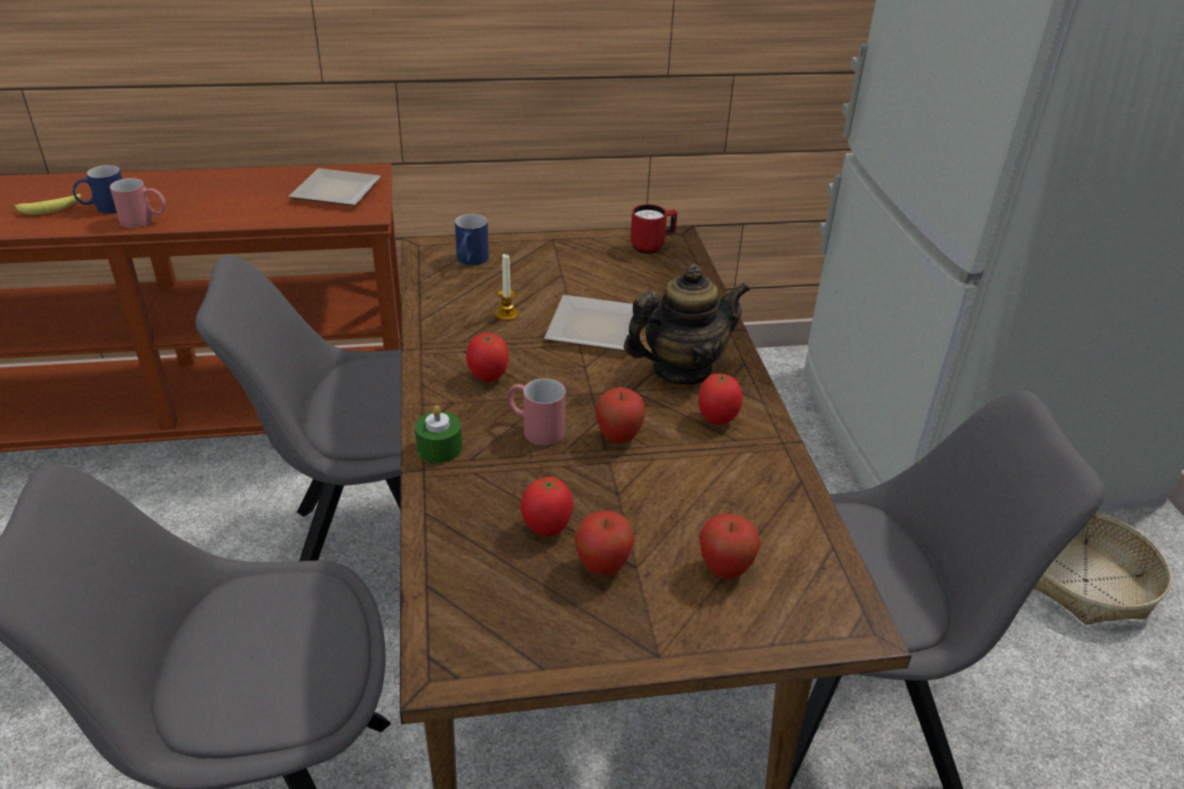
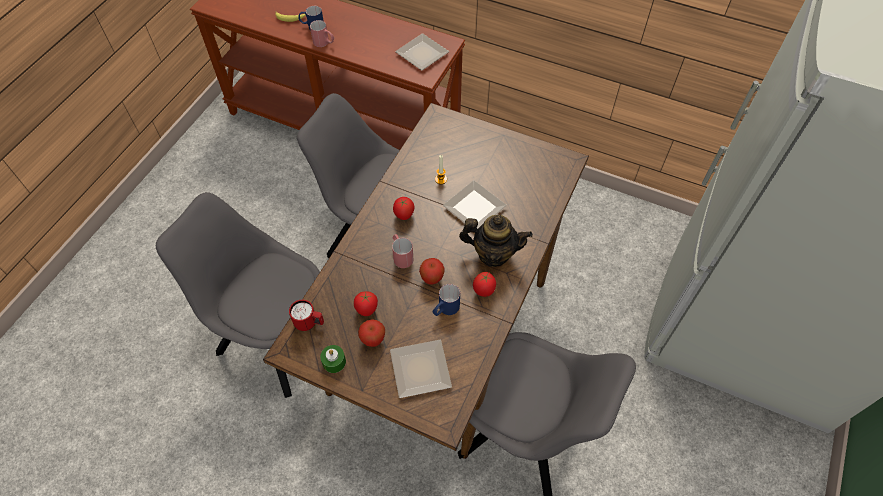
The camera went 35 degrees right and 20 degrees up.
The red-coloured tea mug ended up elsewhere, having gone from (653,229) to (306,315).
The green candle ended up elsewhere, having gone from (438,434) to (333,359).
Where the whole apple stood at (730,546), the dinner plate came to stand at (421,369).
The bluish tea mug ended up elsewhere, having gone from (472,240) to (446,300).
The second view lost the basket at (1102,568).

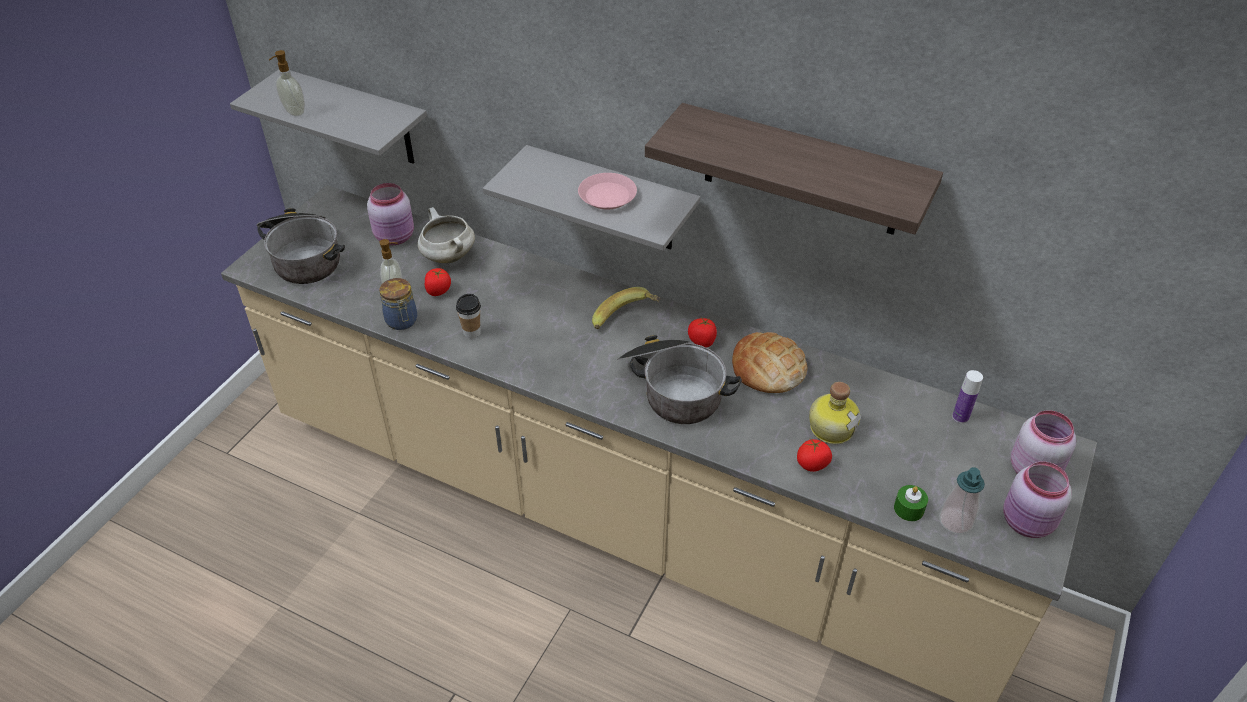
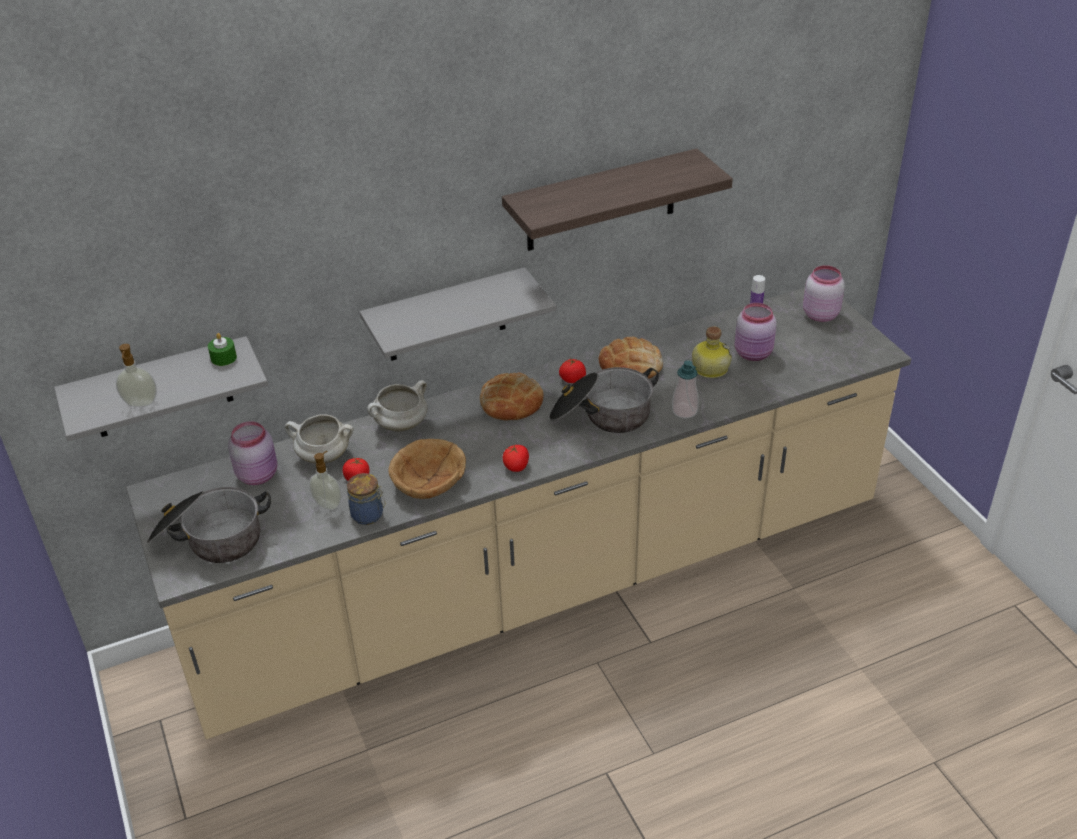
The camera went 50 degrees left and 5 degrees down.
The green candle ended up elsewhere, having gone from (911,503) to (222,349).
The second view gained the white stockpot at (397,405).
Where the cup stood at (468,316), the brown bowl came to stand at (427,469).
Where the banana stood at (626,308), the baked bread came to stand at (512,397).
The whole tomato ended up elsewhere, having gone from (814,455) to (516,458).
The soap bottle ended up elsewhere, having gone from (962,500) to (685,389).
The pink-coloured preserve jar ended up elsewhere, having gone from (1037,499) to (756,332).
The second view lost the pink-coloured dinner plate at (607,191).

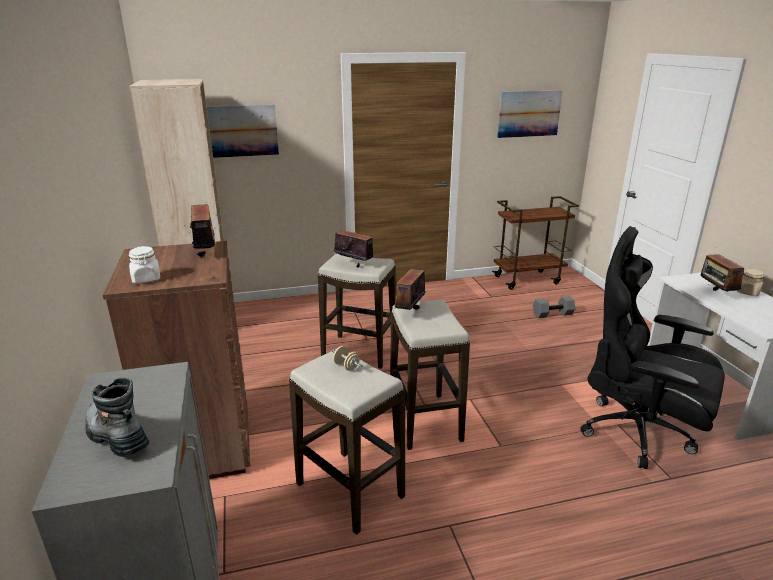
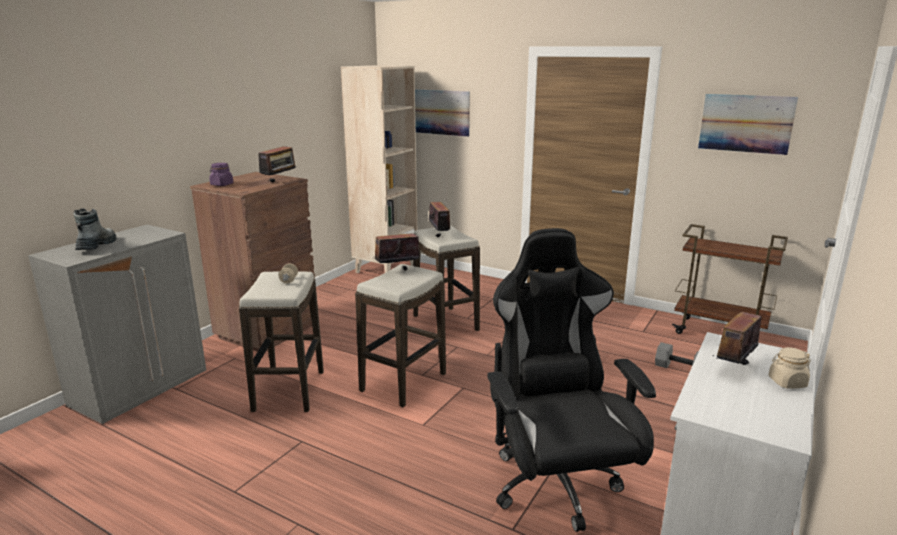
The camera went 45 degrees right and 5 degrees down.
What was the white preserve jar at (144,264) turned into the purplish preserve jar at (221,174).

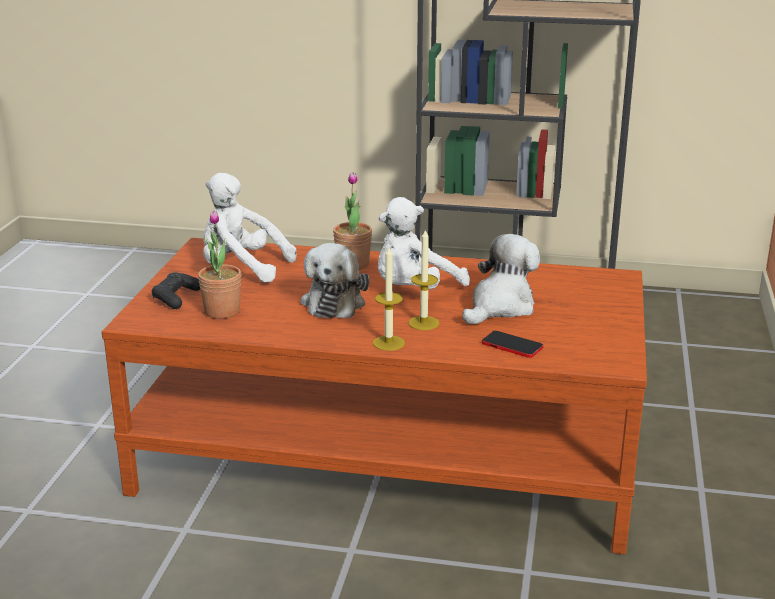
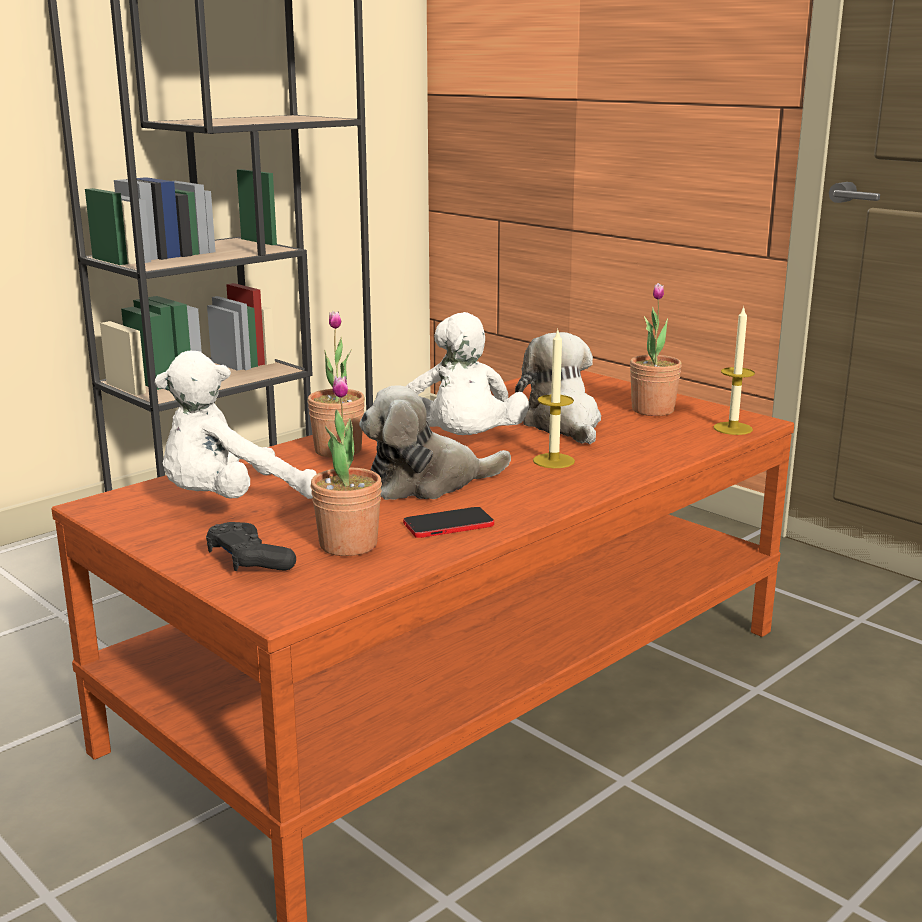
The camera went 55 degrees left and 5 degrees down.
The plush toy at (335,280) ended up facing another way, 120 degrees clockwise from before.
The telephone ended up elsewhere, having gone from (512,344) to (448,522).
The second view gained the plant in a pot at (656,349).
The candle ended up elsewhere, having gone from (389,299) to (734,370).

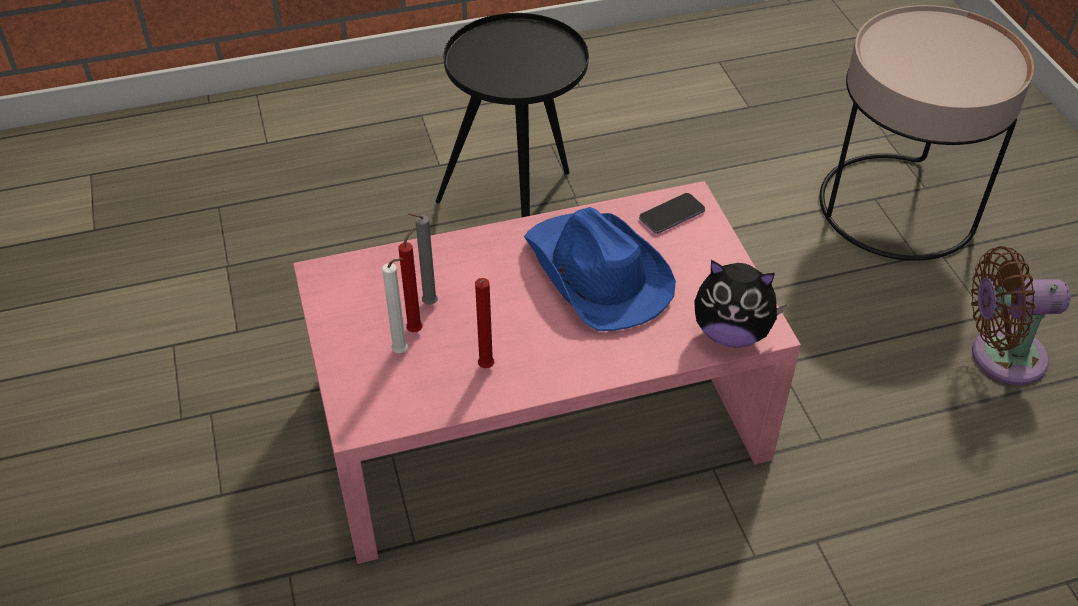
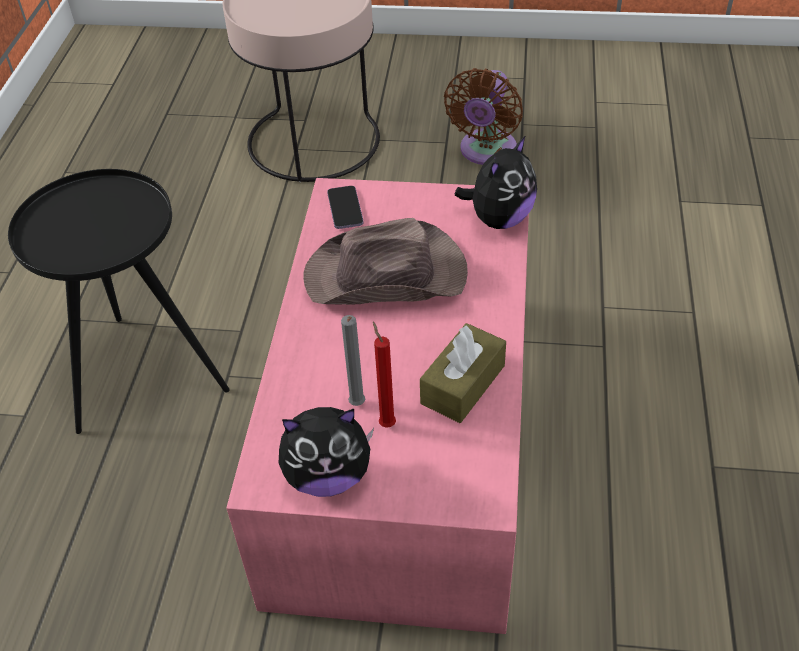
The camera went 65 degrees left and 0 degrees up.
The second view gained the plush toy at (326,452).
What was the bluish clothing hat at (600,269) turned into the brown clothing hat at (385,261).
Where the red-coloured candle stood at (484,323), the brown tissue holder came to stand at (463,373).
The second view lost the white candle at (395,305).

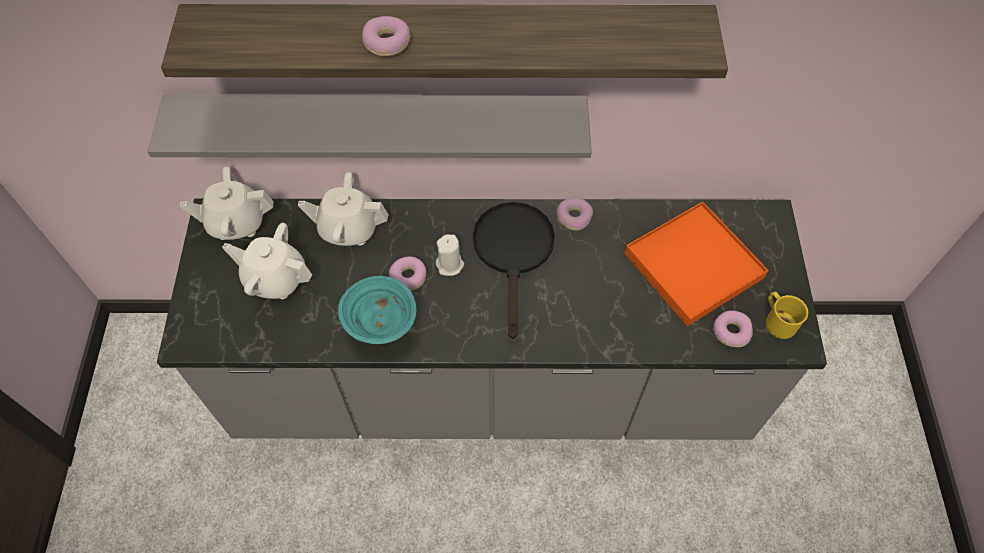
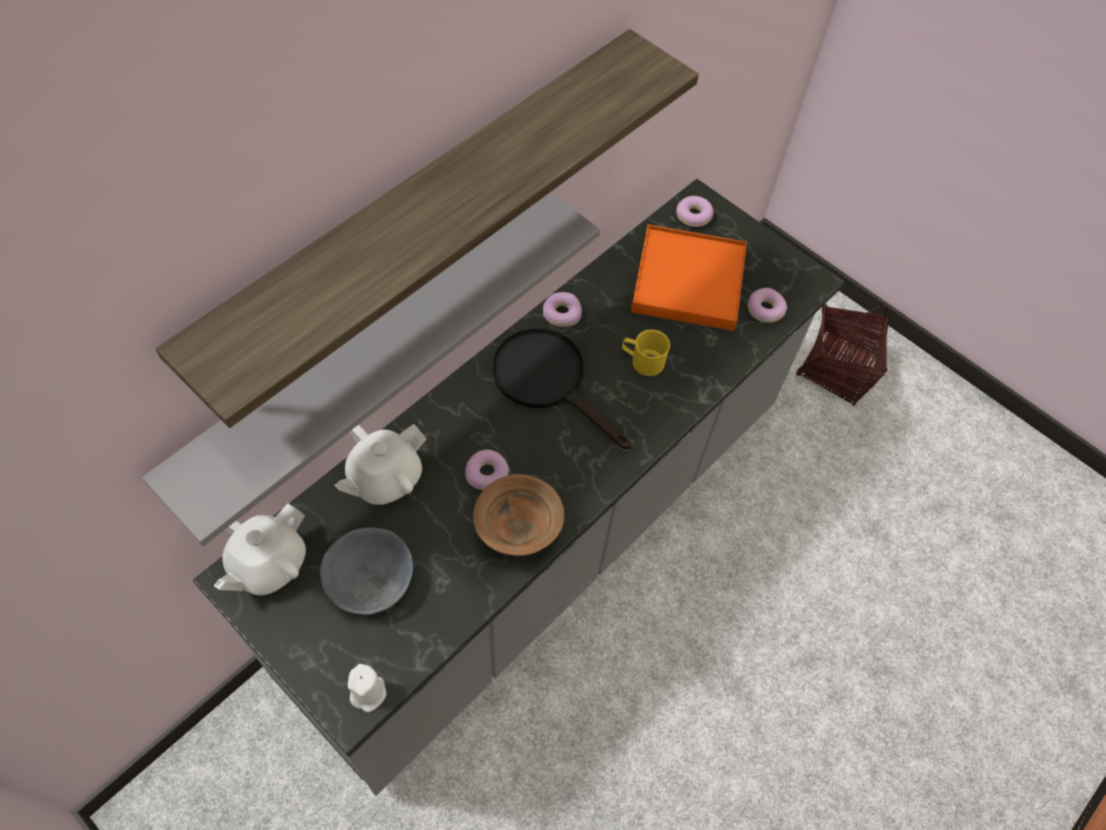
The camera went 50 degrees left and 0 degrees up.
Where the white tea pot stood at (267,261), the gray bowl came to stand at (366,571).
The white candle ended up elsewhere, having gone from (450,255) to (367,688).
What was the turquoise-coloured bowl at (377,310) turned into the brown bowl at (518,515).
The yellowish tea mug ended up elsewhere, having gone from (787,315) to (646,353).
The ring doughnut ended up elsewhere, having gone from (386,36) to (694,211).
The second view gained the basket at (842,355).

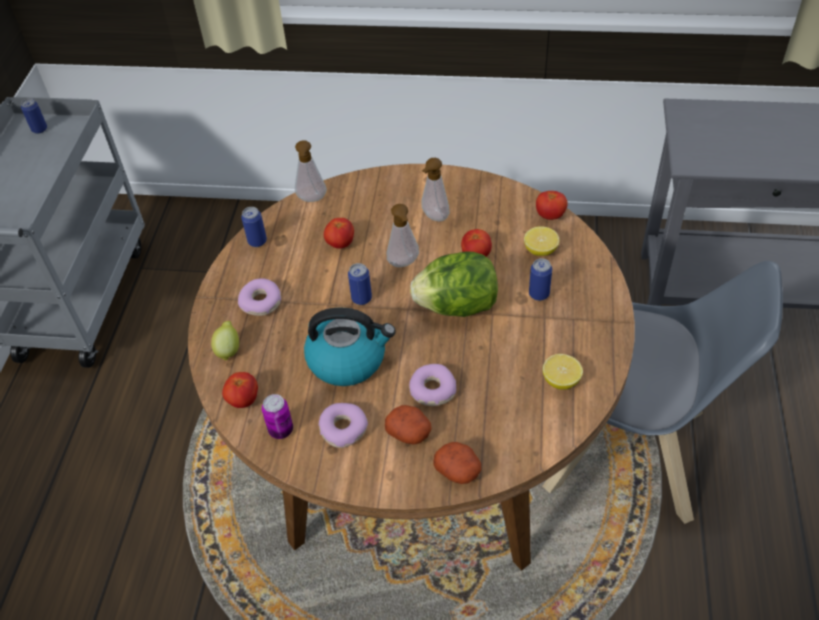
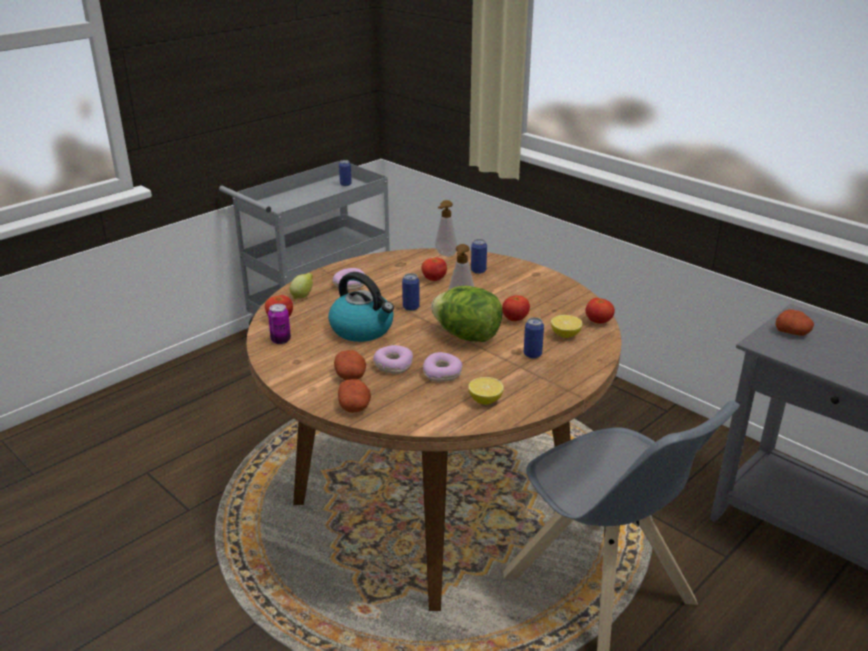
The camera went 35 degrees right and 20 degrees down.
The ring doughnut ended up elsewhere, having gone from (343,425) to (442,367).
The metal can ended up elsewhere, having gone from (254,227) to (479,256).
The second view gained the potato at (794,322).
The second view lost the soap bottle at (435,189).

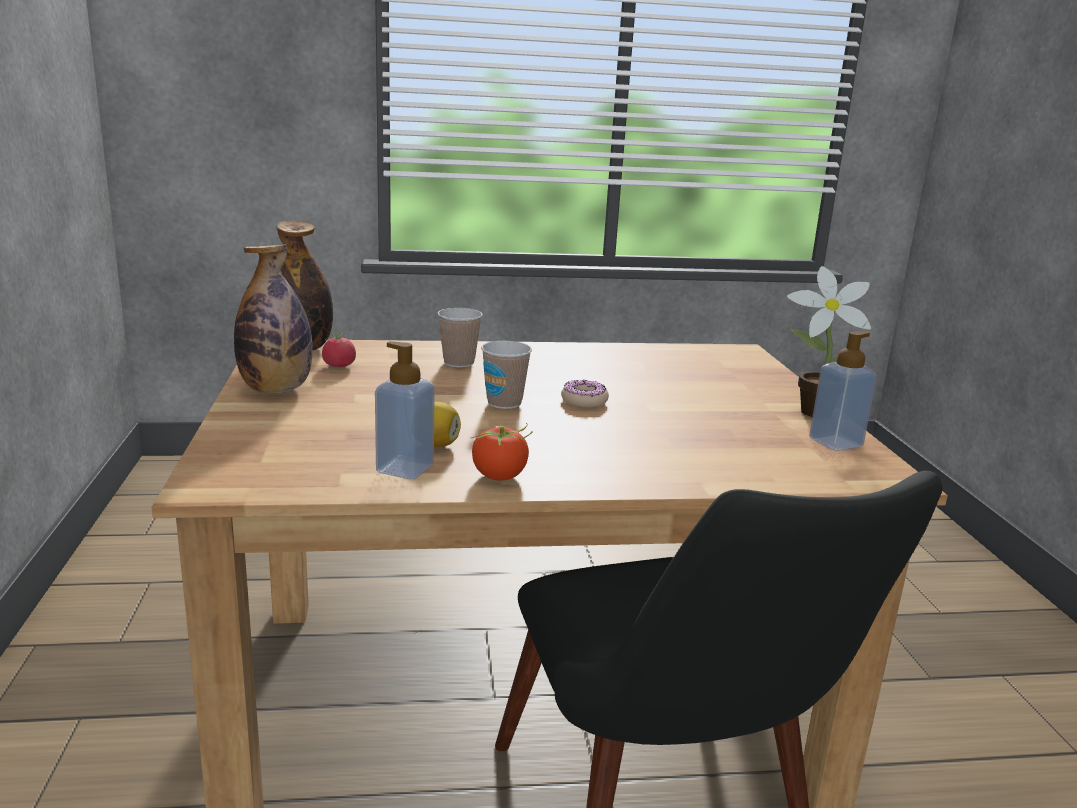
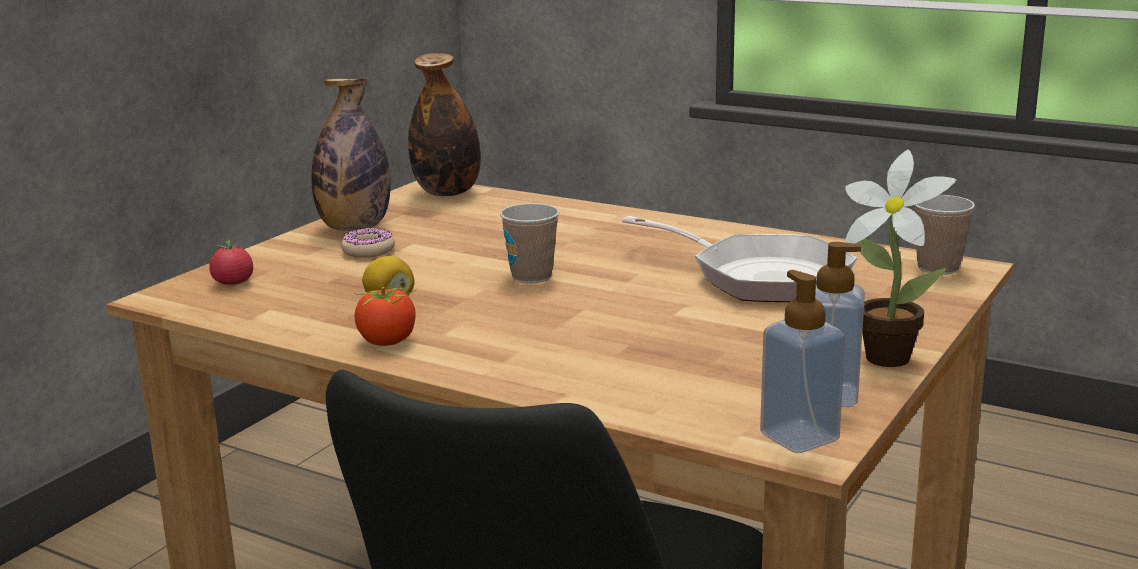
The camera went 40 degrees right and 0 degrees up.
The whole tomato ended up elsewhere, having gone from (339,349) to (231,261).
The ring doughnut ended up elsewhere, having gone from (585,393) to (368,243).
The second view gained the pan at (739,259).
The soap bottle ended up elsewhere, having gone from (405,410) to (803,361).
The cup ended up elsewhere, having gone from (460,337) to (944,235).

